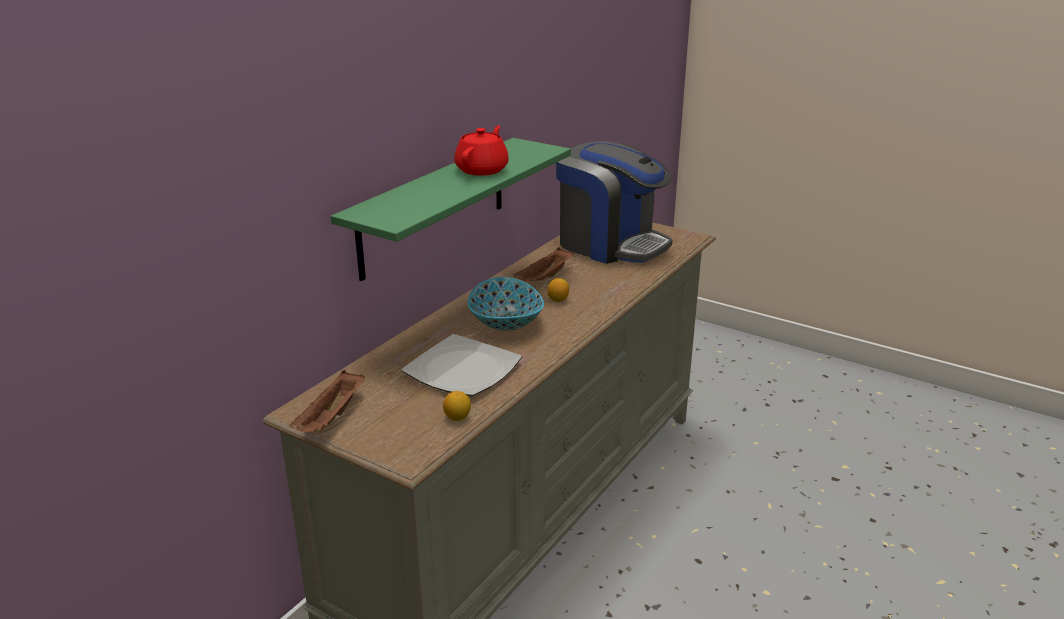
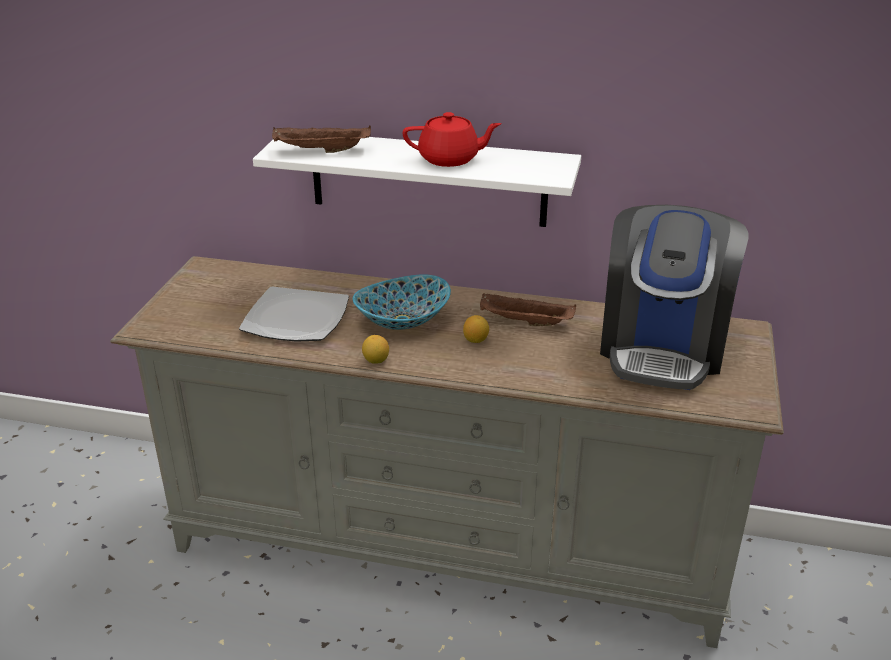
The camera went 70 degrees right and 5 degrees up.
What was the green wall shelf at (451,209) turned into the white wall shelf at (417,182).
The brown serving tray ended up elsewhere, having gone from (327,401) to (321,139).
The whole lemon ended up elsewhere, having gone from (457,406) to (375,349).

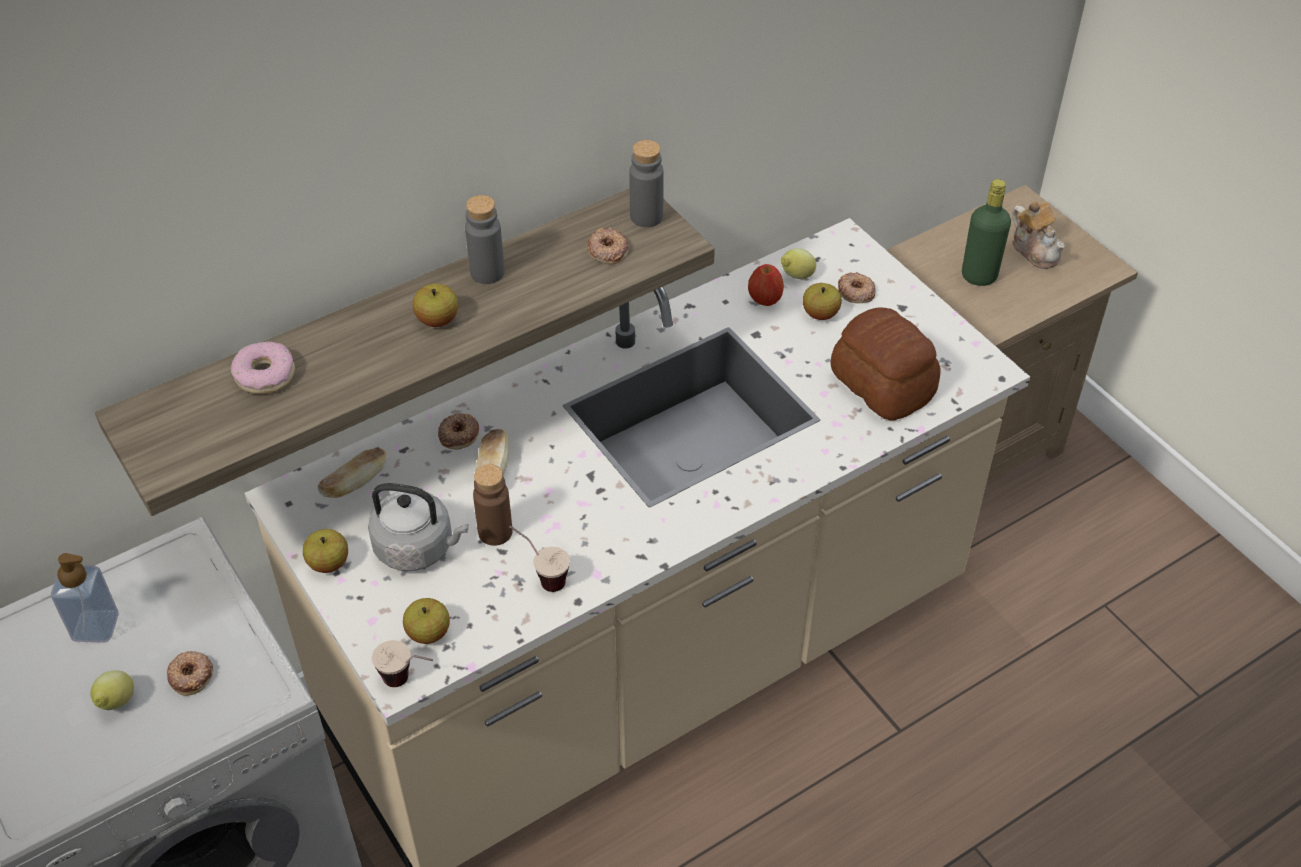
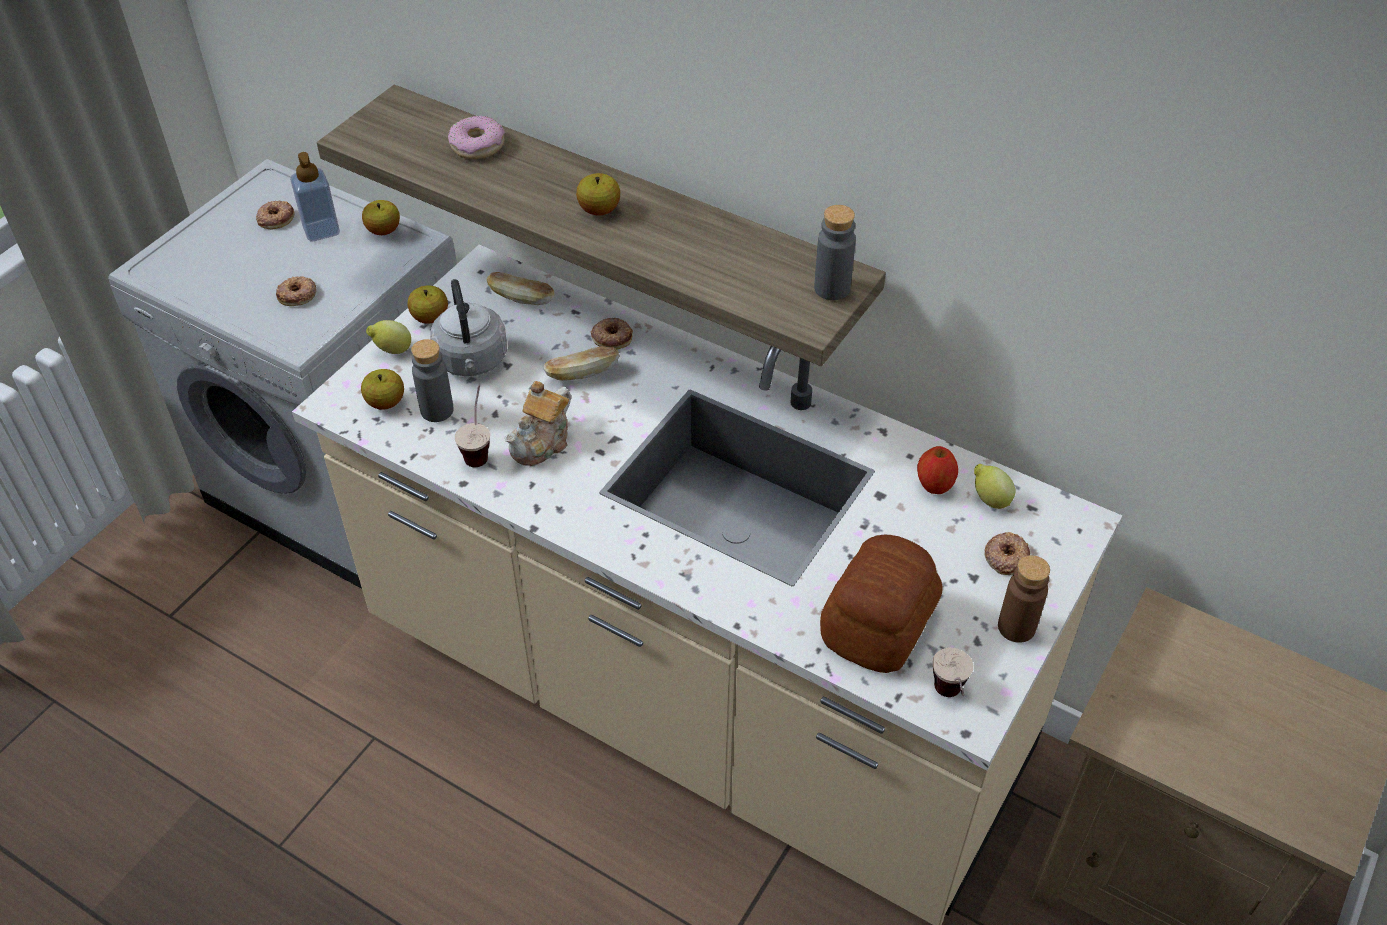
The camera went 65 degrees right and 0 degrees up.
The ring doughnut ended up elsewhere, having gone from (607,246) to (275,214).
The whole apple ended up elsewhere, having gone from (822,301) to (381,217).
The whole lemon ended up elsewhere, having gone from (112,690) to (388,337).
The gray bottle ended up elsewhere, having gone from (485,239) to (432,380).
The tea pot ended up elsewhere, having gone from (1039,235) to (538,423).
The cup ended up elsewhere, having gone from (402,663) to (953,672).
The brown bottle ended up elsewhere, having gone from (492,505) to (1024,599).
The second view lost the green bottle at (986,232).

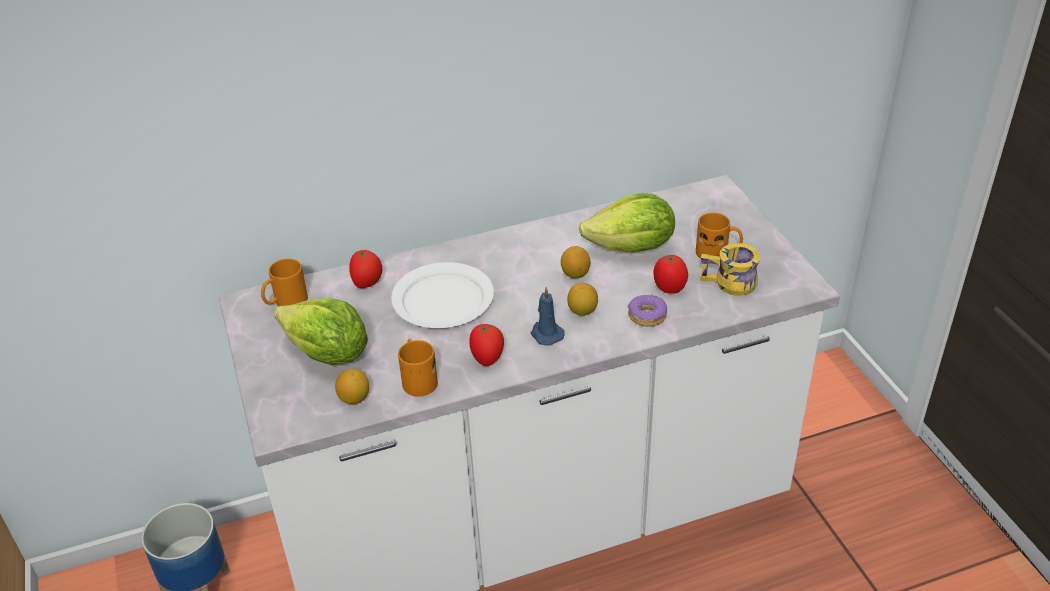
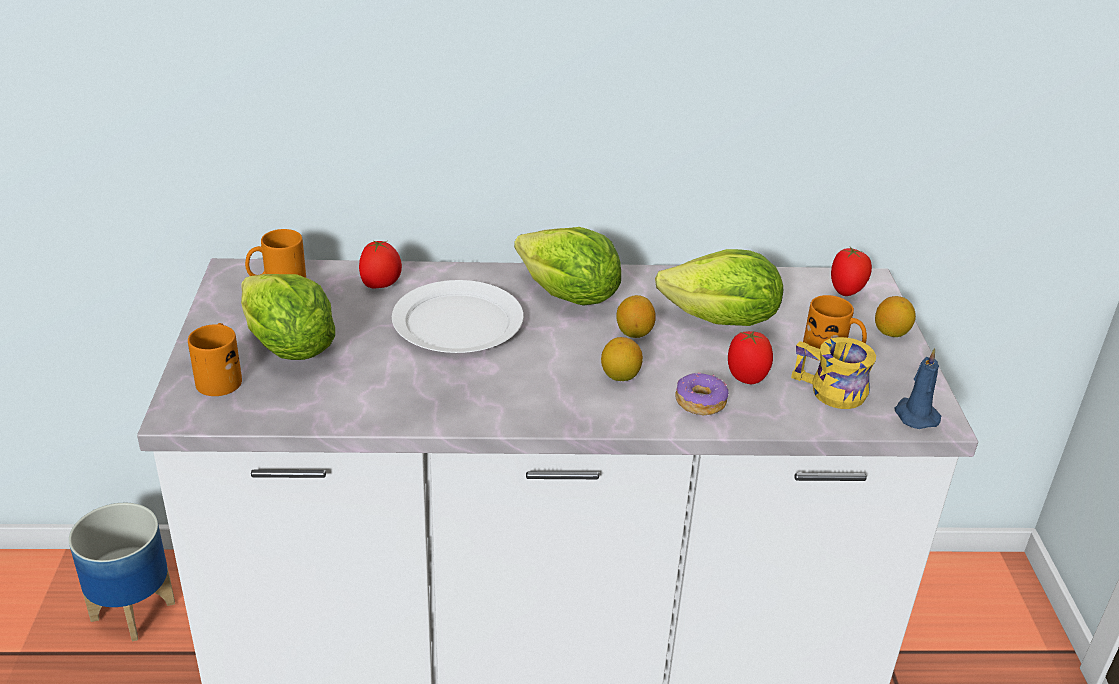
The camera went 15 degrees right and 5 degrees down.
The orangey tea mug ended up elsewhere, having gone from (418,368) to (215,359).
The second view gained the head of lettuce at (567,266).
The whole tomato ended up elsewhere, having gone from (486,345) to (851,271).
The whole lemon ended up elsewhere, having gone from (352,386) to (895,316).
The bluish candle ended up elsewhere, having gone from (548,316) to (917,388).

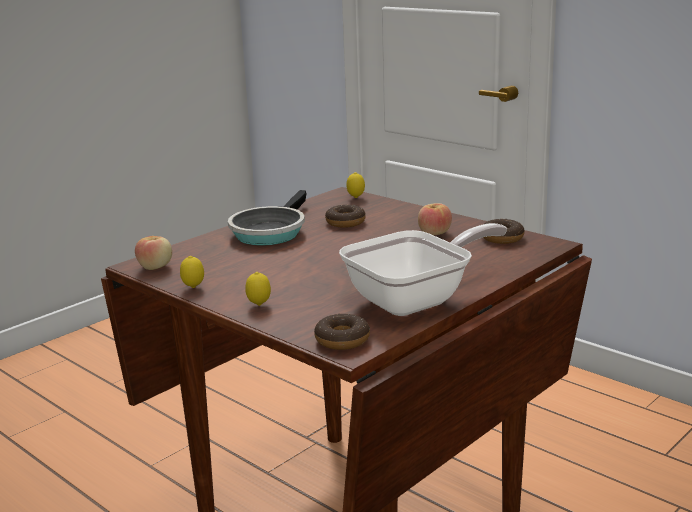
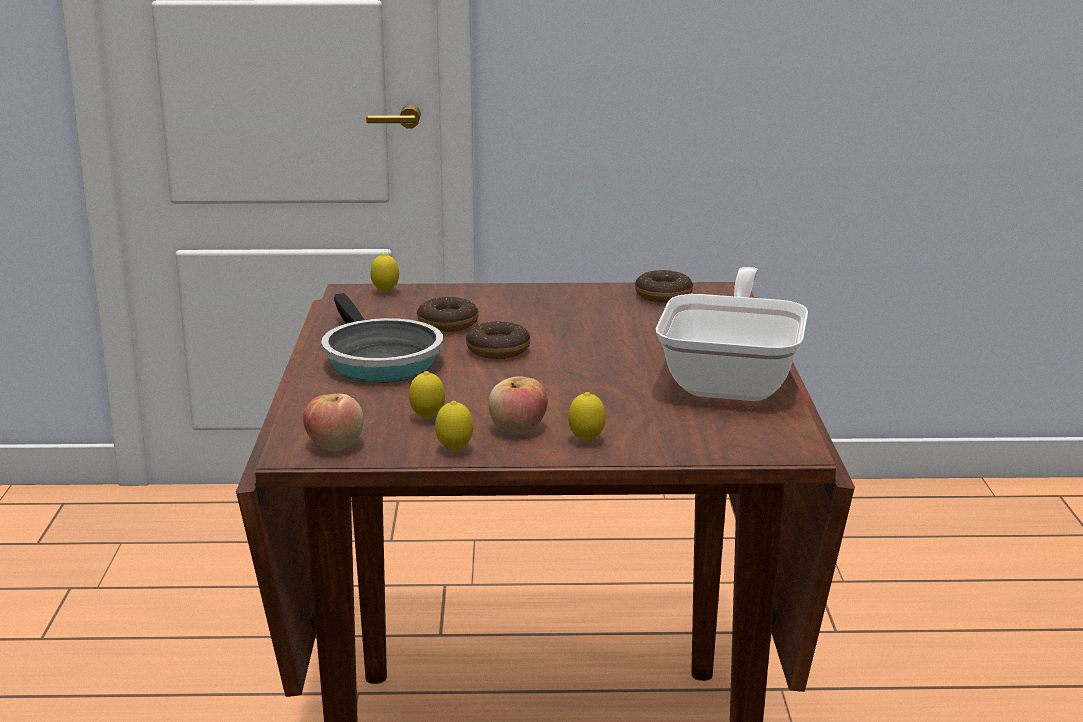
The camera went 45 degrees left and 0 degrees up.
The second view gained the whole lemon at (427,395).
The ring doughnut ended up elsewhere, having gone from (342,331) to (498,340).
The whole apple ended up elsewhere, having gone from (435,219) to (518,405).

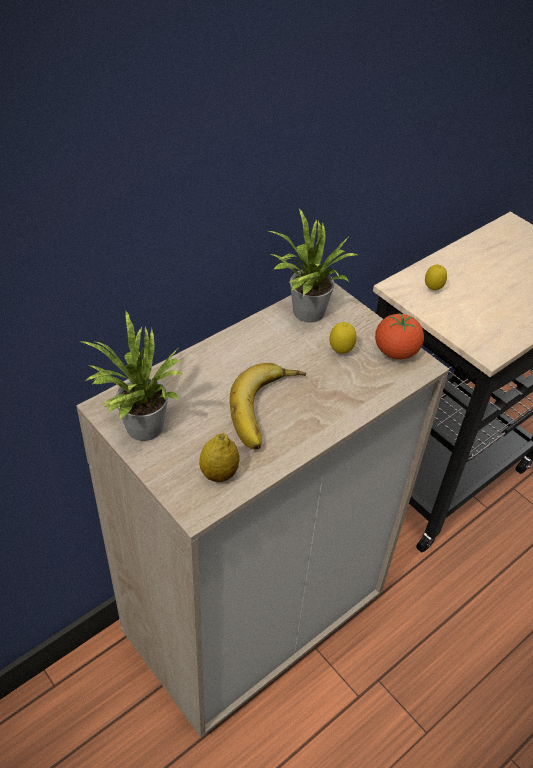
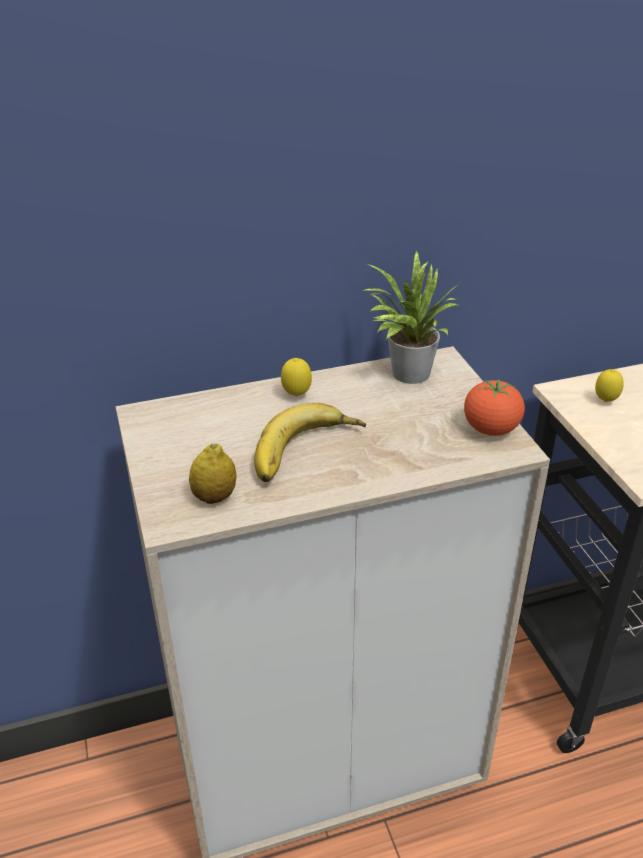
The camera went 25 degrees right and 10 degrees down.
The whole lemon ended up elsewhere, having gone from (343,338) to (296,377).
The second view lost the plant in a pot at (130,376).

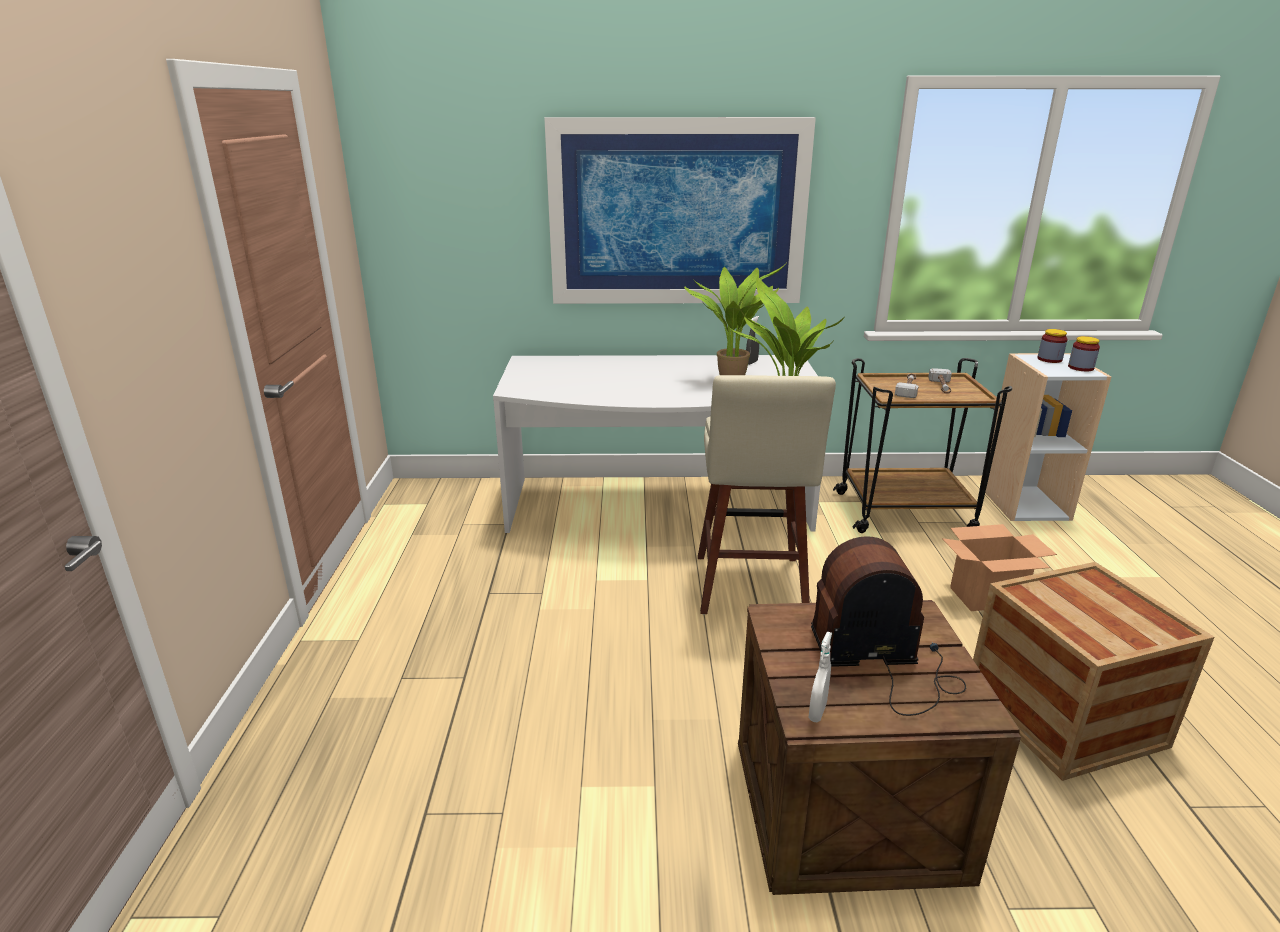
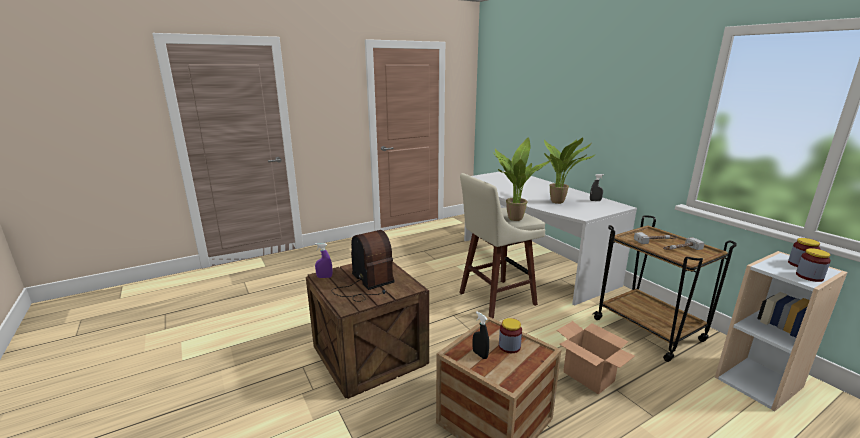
The camera went 60 degrees right and 5 degrees down.
What was the white spray bottle at (820,677) turned into the purplish spray bottle at (323,260).
The second view gained the black-coloured spray bottle at (481,335).
The second view gained the preserve jar at (510,335).
The second view lost the wall picture at (680,210).

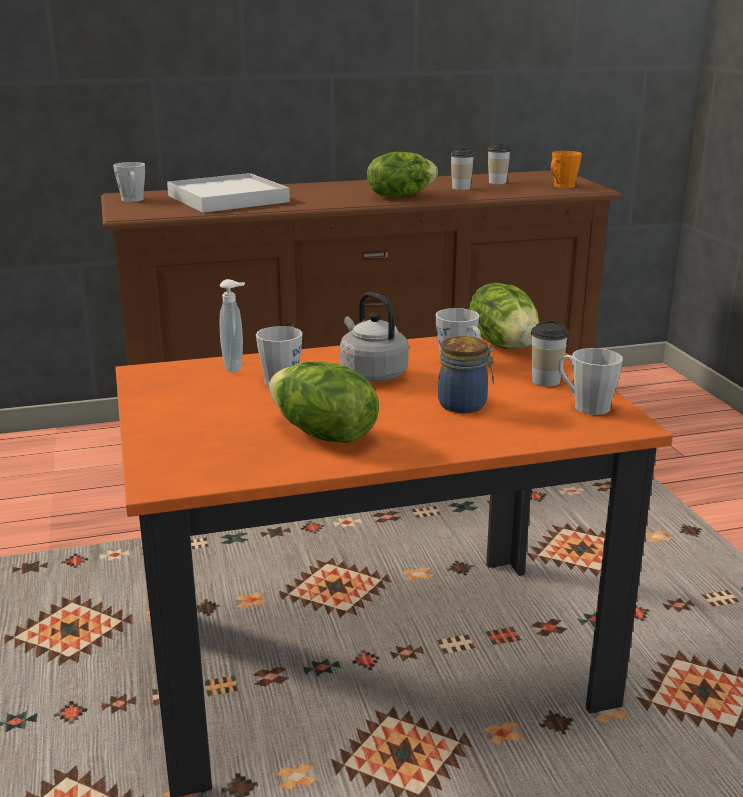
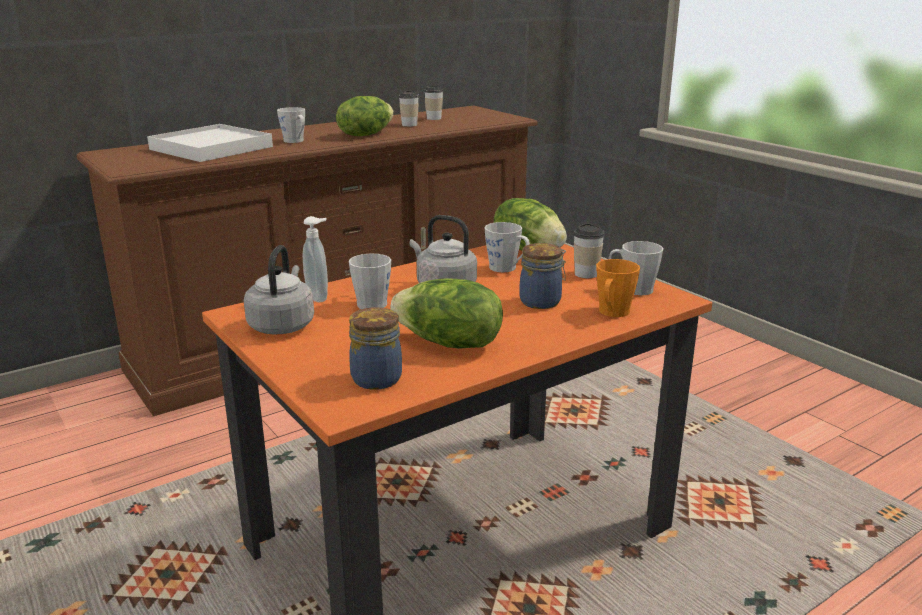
The camera went 20 degrees left and 0 degrees up.
The second view gained the gray kettle at (279,290).
The gray tea mug ended up elsewhere, having gone from (129,182) to (291,125).
The second view gained the preserve jar at (375,348).
The orangey tea mug ended up elsewhere, having gone from (566,169) to (618,288).

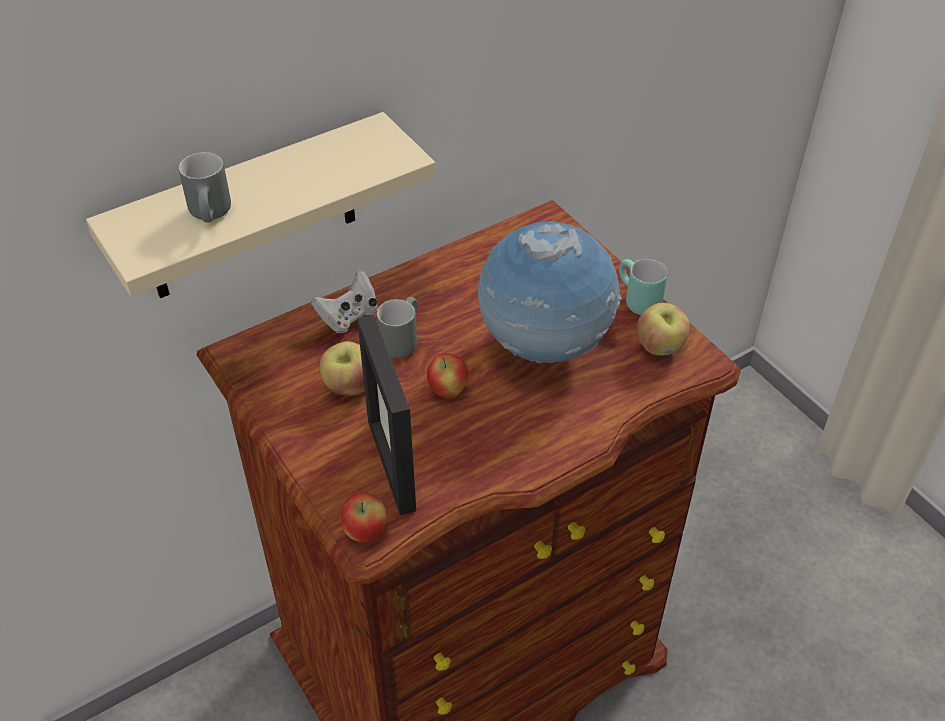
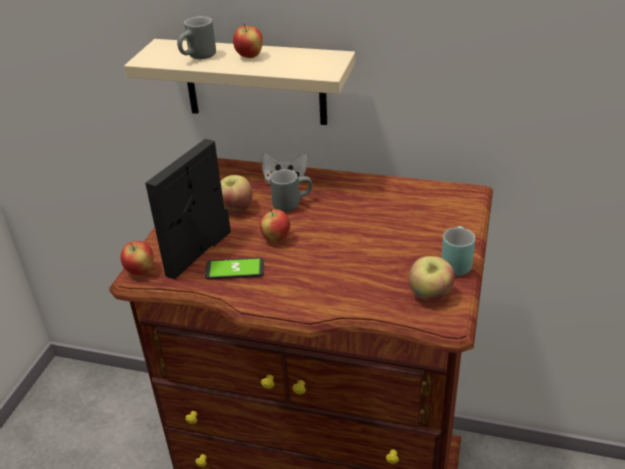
The camera went 50 degrees right and 10 degrees down.
The second view gained the telephone at (234,269).
The second view gained the whole apple at (248,40).
The second view lost the desk globe at (550,292).

